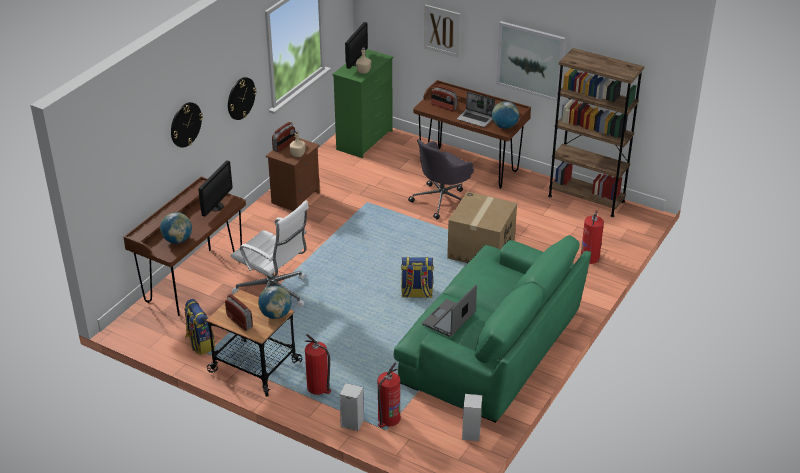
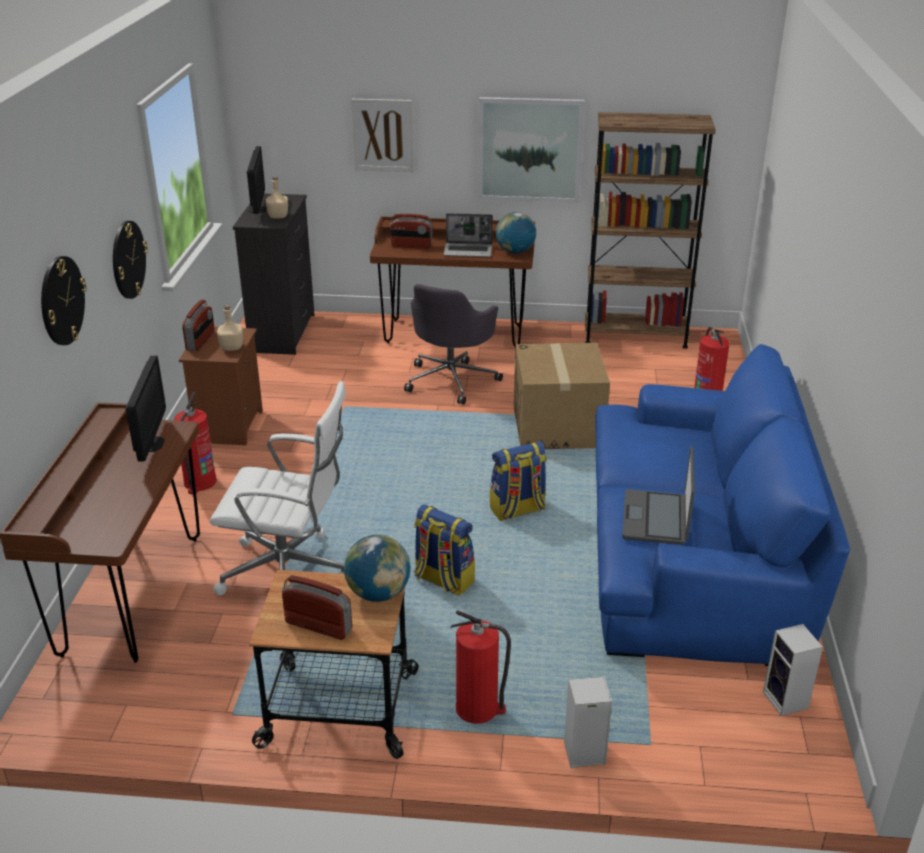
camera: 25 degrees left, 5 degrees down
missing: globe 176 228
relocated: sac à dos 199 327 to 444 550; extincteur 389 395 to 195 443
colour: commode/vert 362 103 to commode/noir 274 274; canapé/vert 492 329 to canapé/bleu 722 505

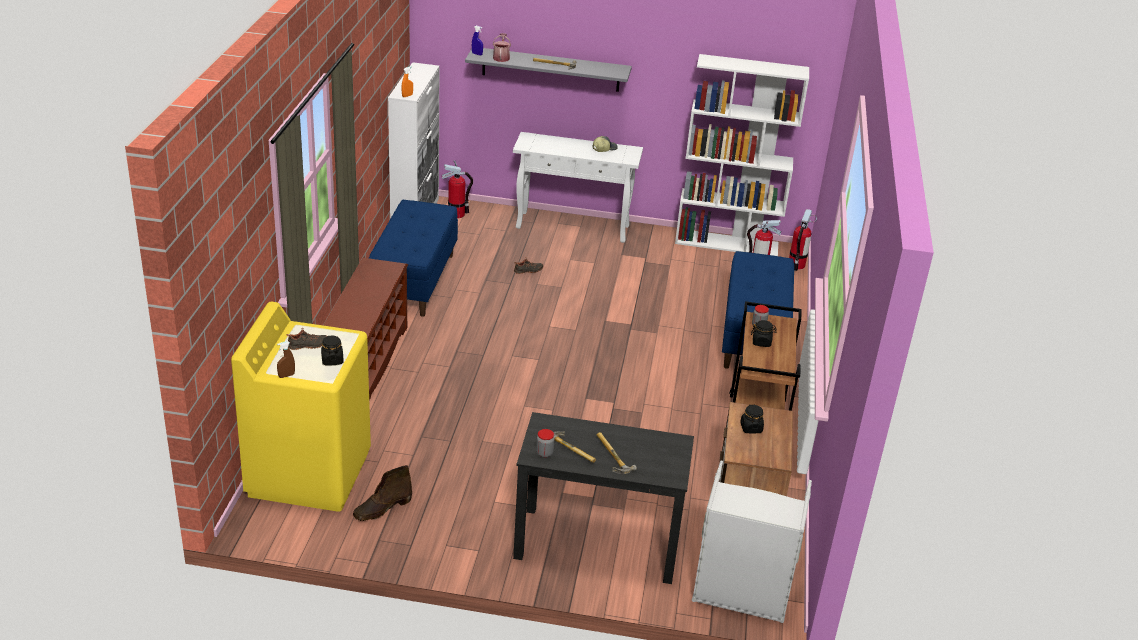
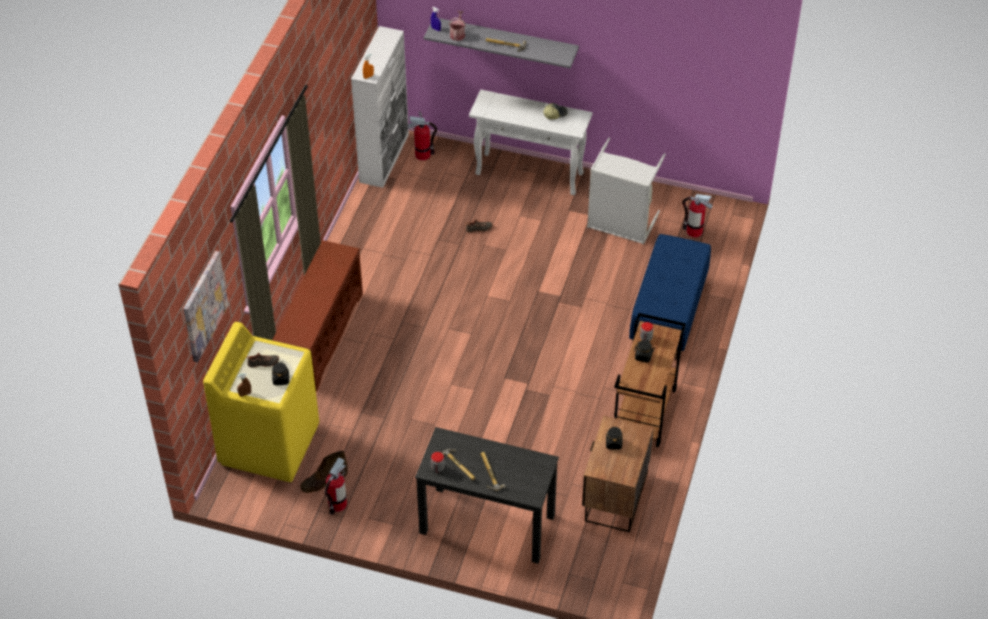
camera: 10 degrees right, 15 degrees up
missing: bibliothèque/blanc 742 155; banc/bleu 413 258
appeared: tableau 206 306
relocated: extincteur 803 240 to 335 485; panier à linge/gris 752 541 to 626 191

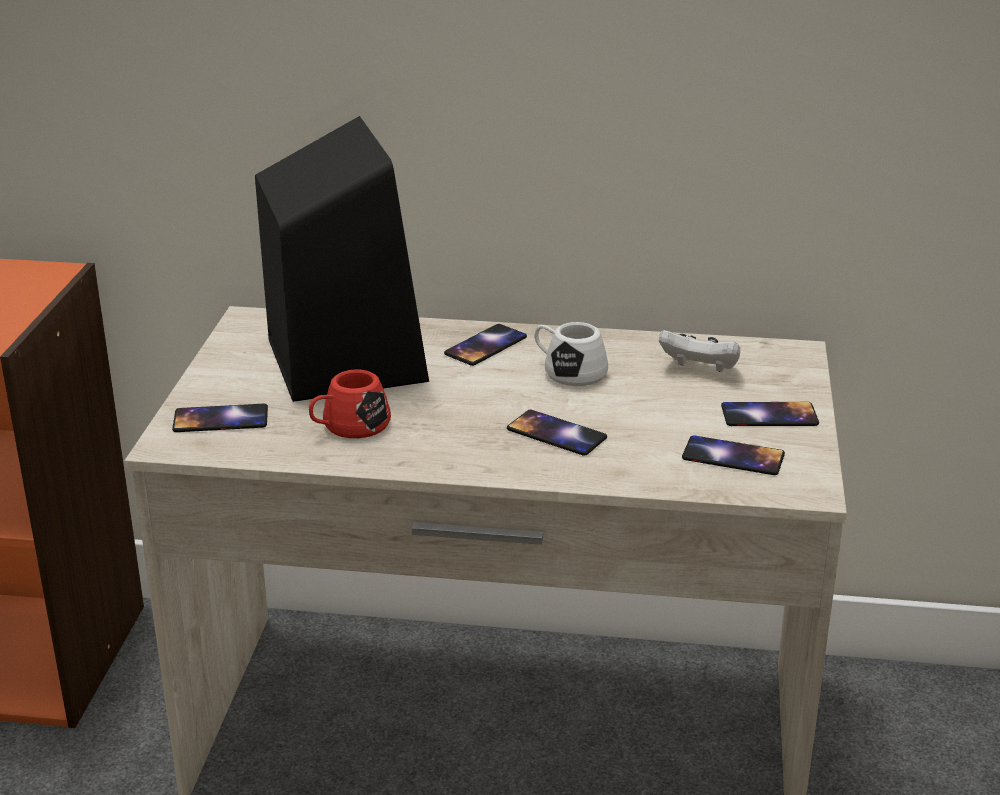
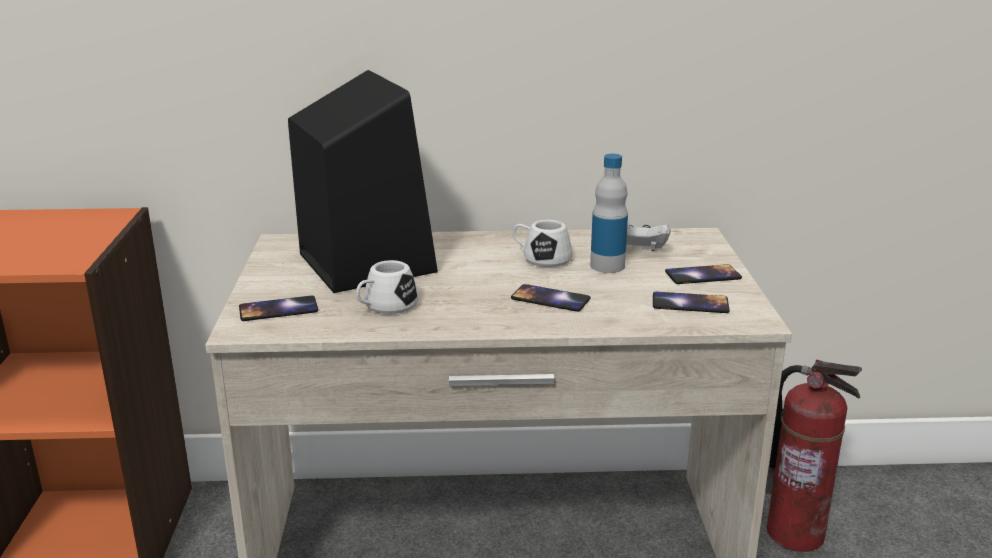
camera: 10 degrees left, 5 degrees down
missing: téléphone 485 345
appeared: bouteille 609 213; extincteur 813 456
colour: mug/rouge 350 404 to mug/blanc 387 287

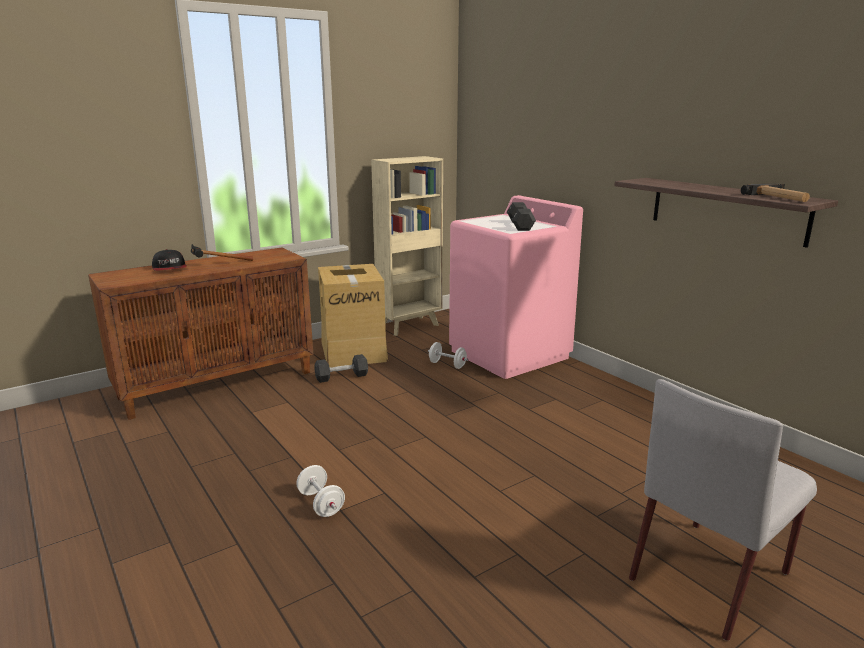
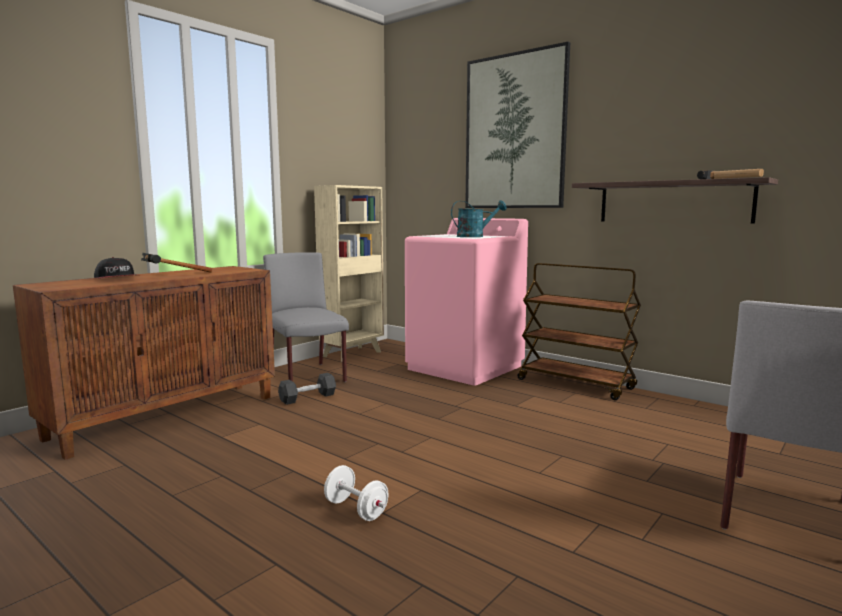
camera: 15 degrees left, 10 degrees down
missing: haltère/blanc 448 355
appeared: tableau 517 125; chariot/marron 579 331
exchanged: haltère/noir 521 216 to arrosoir/turquoise 479 218; carton 353 316 to chaise/gris 306 317

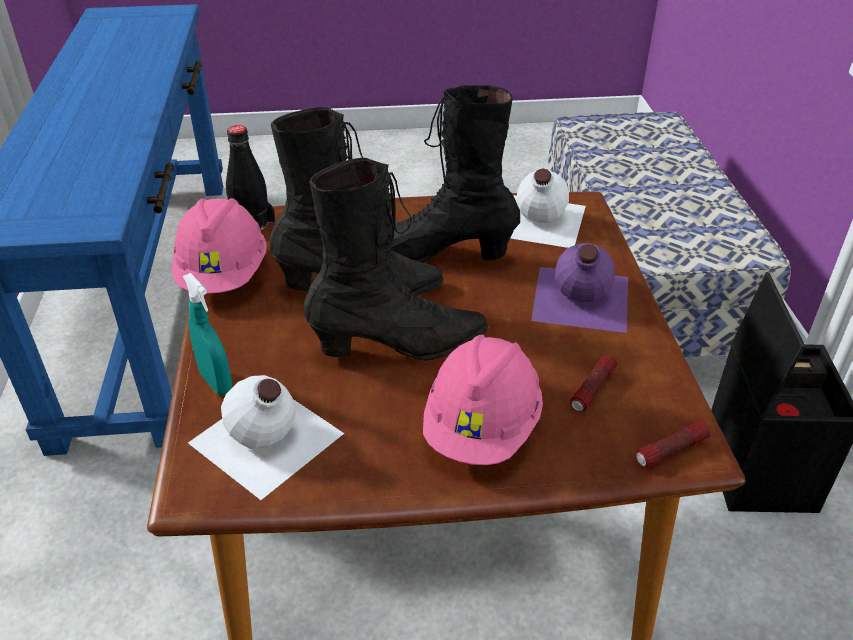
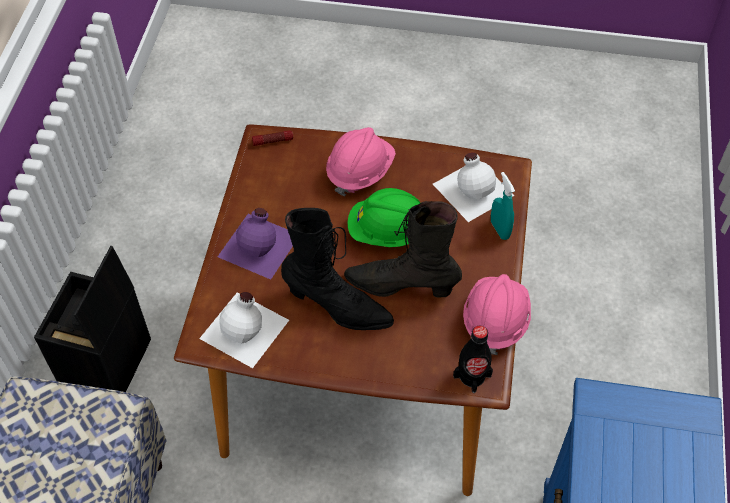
camera: 165 degrees left, 15 degrees up
missing: lampe de poche 593 383
exchanged: botte/noir 396 259 to casque de chantier/vert 384 217

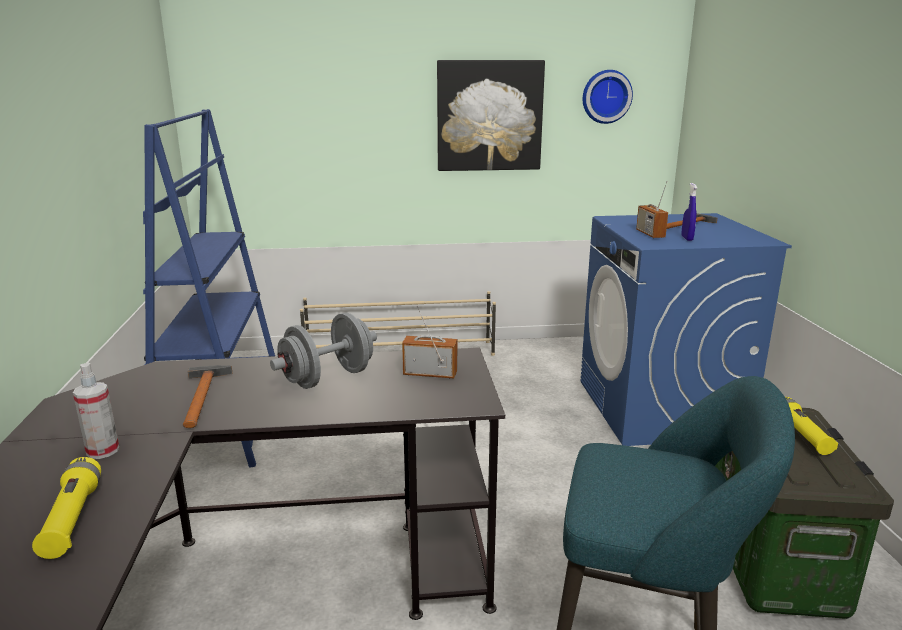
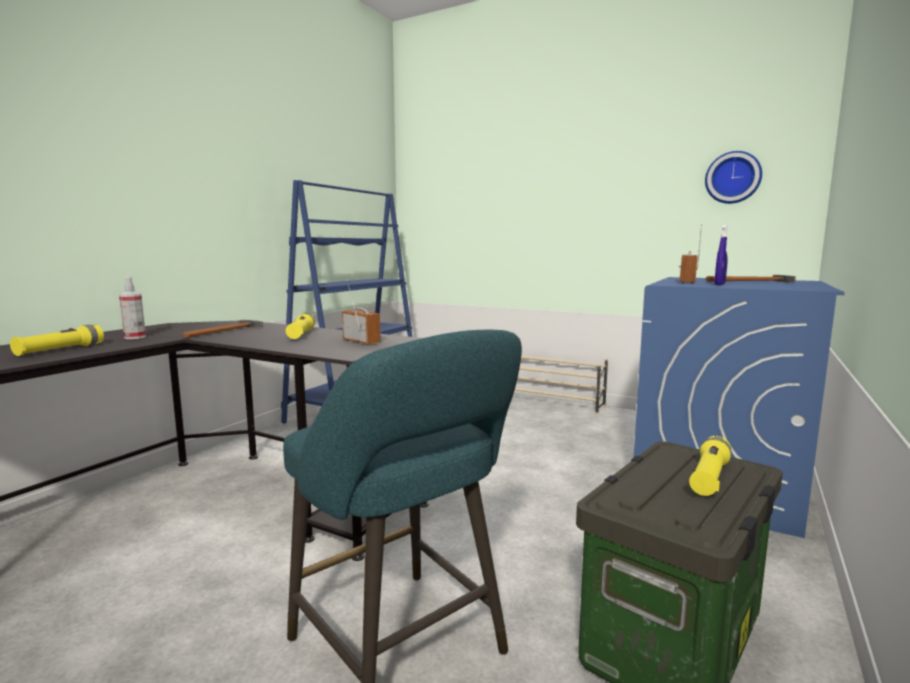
camera: 35 degrees right, 10 degrees down
missing: tableau 491 115
exchanged: haltère/gris 323 351 to lampe de poche/jaune 300 326

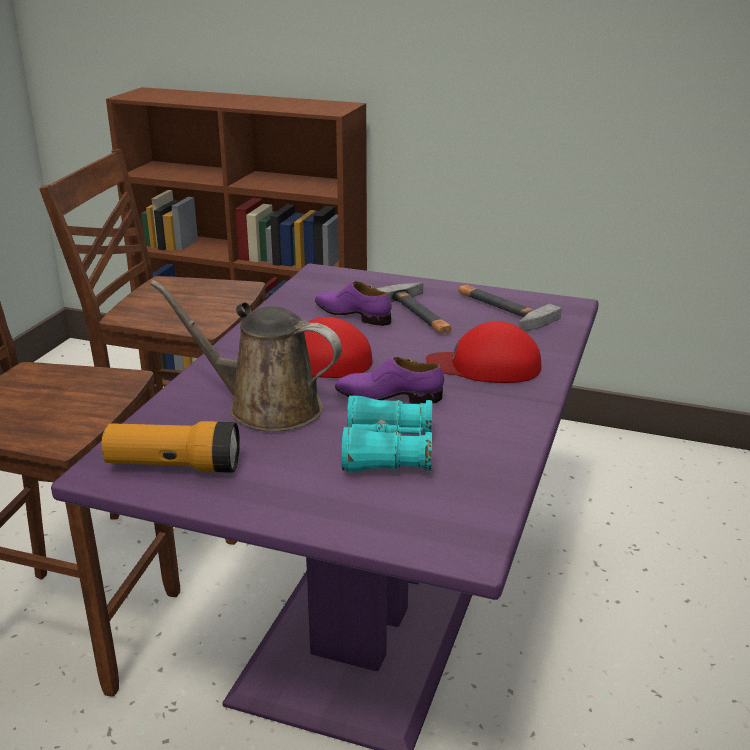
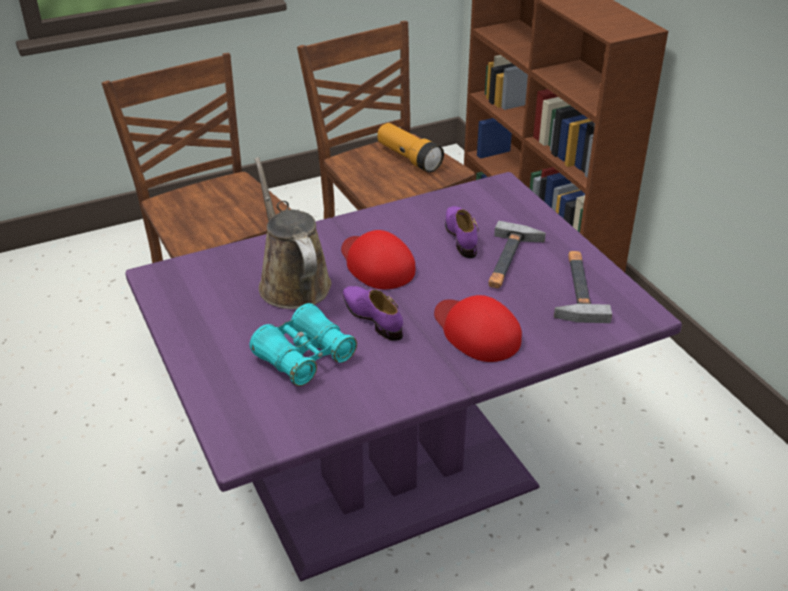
camera: 45 degrees right, 10 degrees up
relocated: lampe de poche 171 446 to 410 148

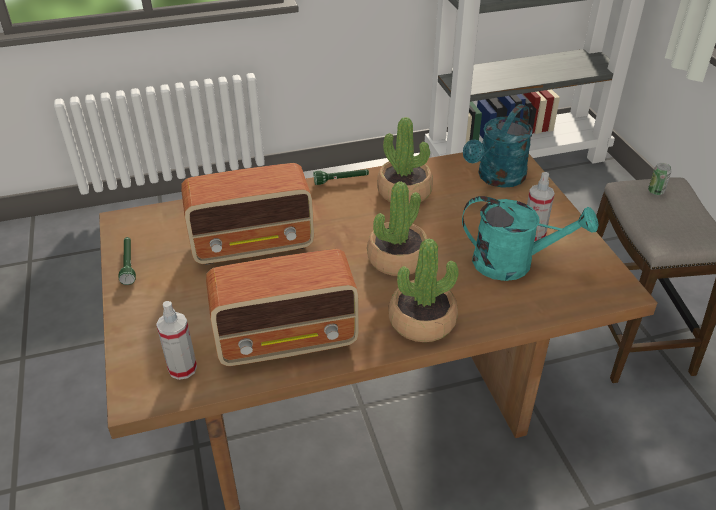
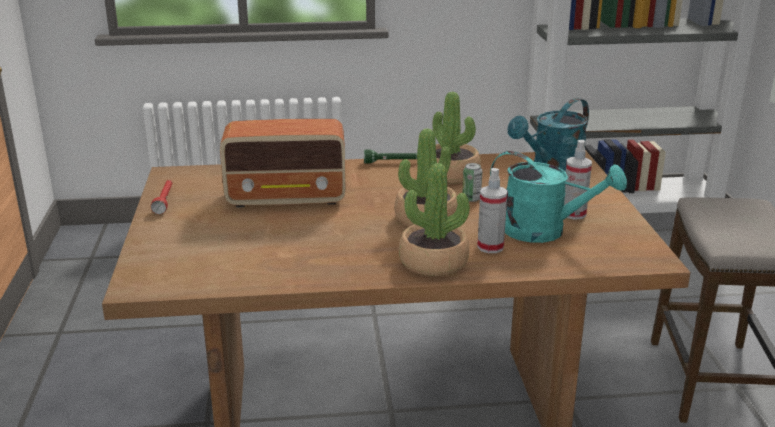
camera: 10 degrees right, 15 degrees down
missing: radio 282 307
relocated: boîte métallique 659 179 to 472 182; vaporisateur 176 340 to 492 210
colour: lampe de poche/vert 127 261 to lampe de poche/rouge 161 197

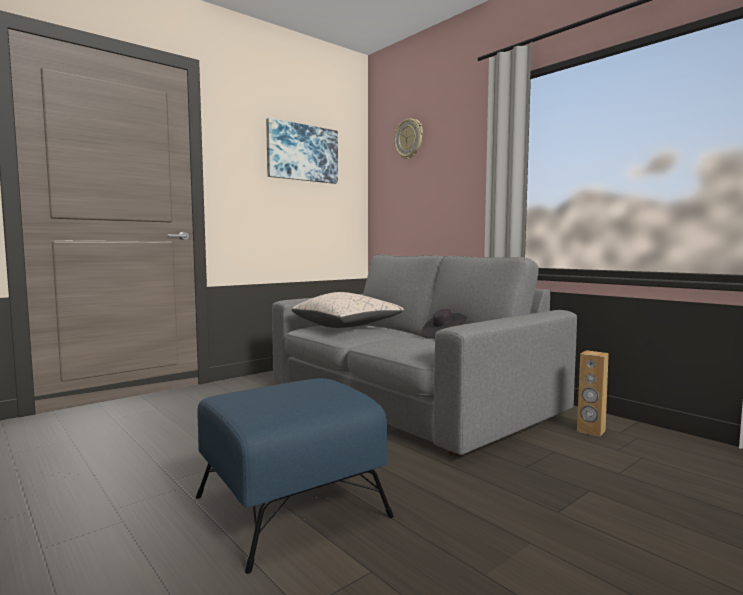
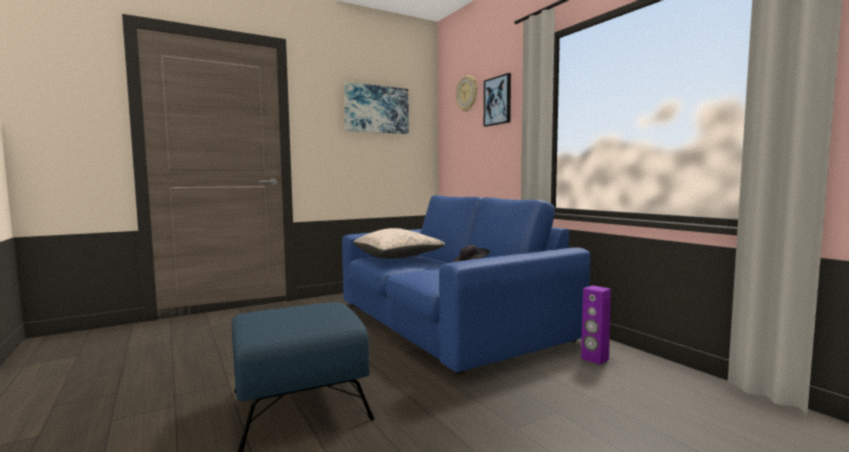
camera: 10 degrees right, 0 degrees up
appeared: tableau 497 100
colour: canapé/gris 424 356 to canapé/bleu 466 284; enceinte/marron 593 393 to enceinte/violet 596 325

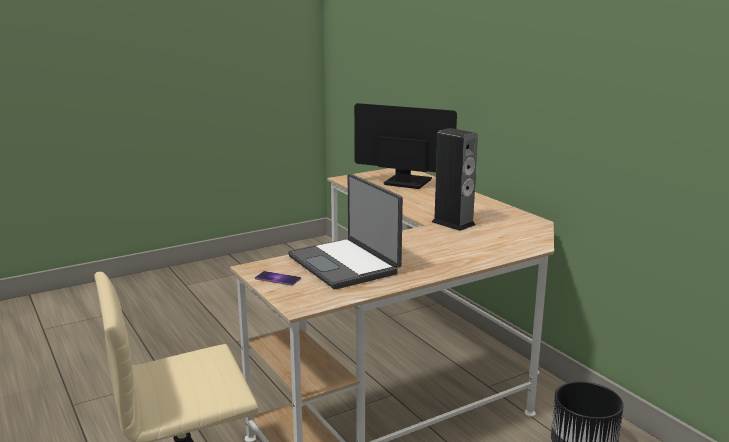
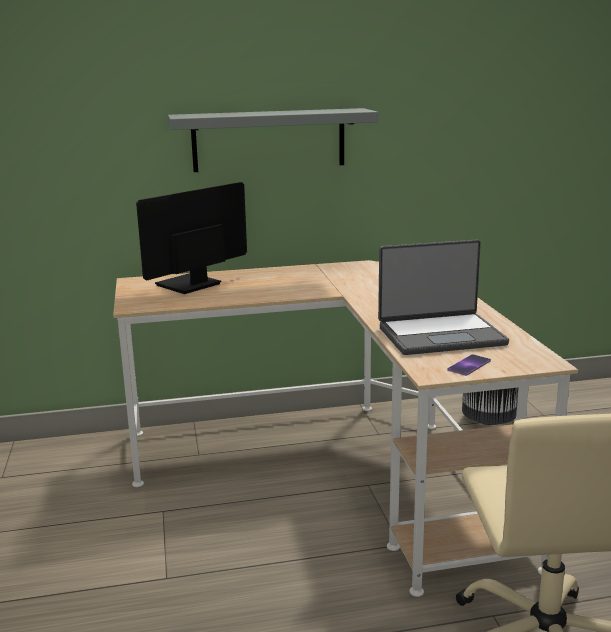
camera: 70 degrees left, 0 degrees up
missing: enceinte 455 179
appeared: étagère/gris 273 140

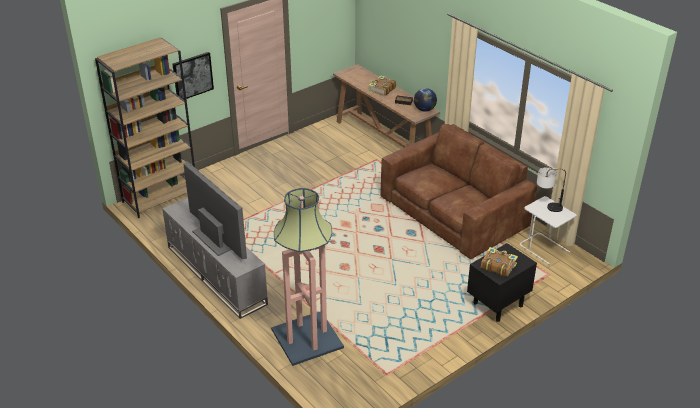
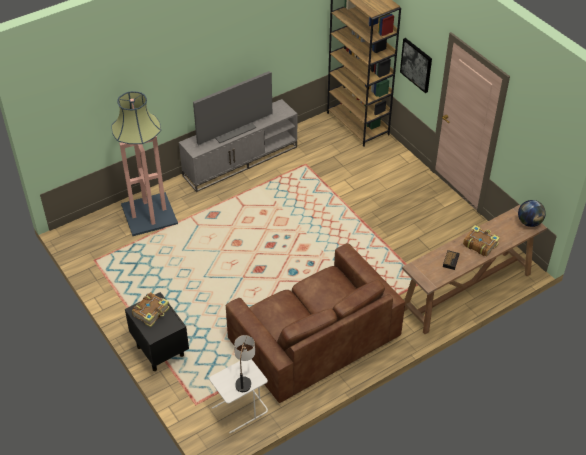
camera: 95 degrees right, 10 degrees up
relocated: globe 425 100 to 532 213

